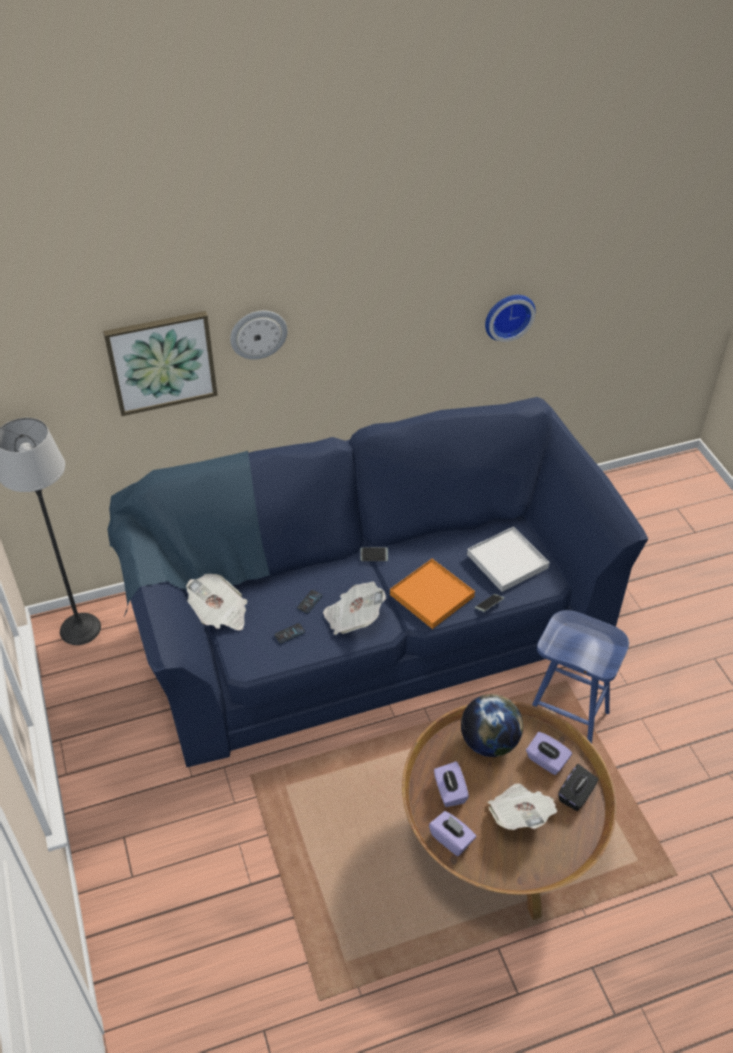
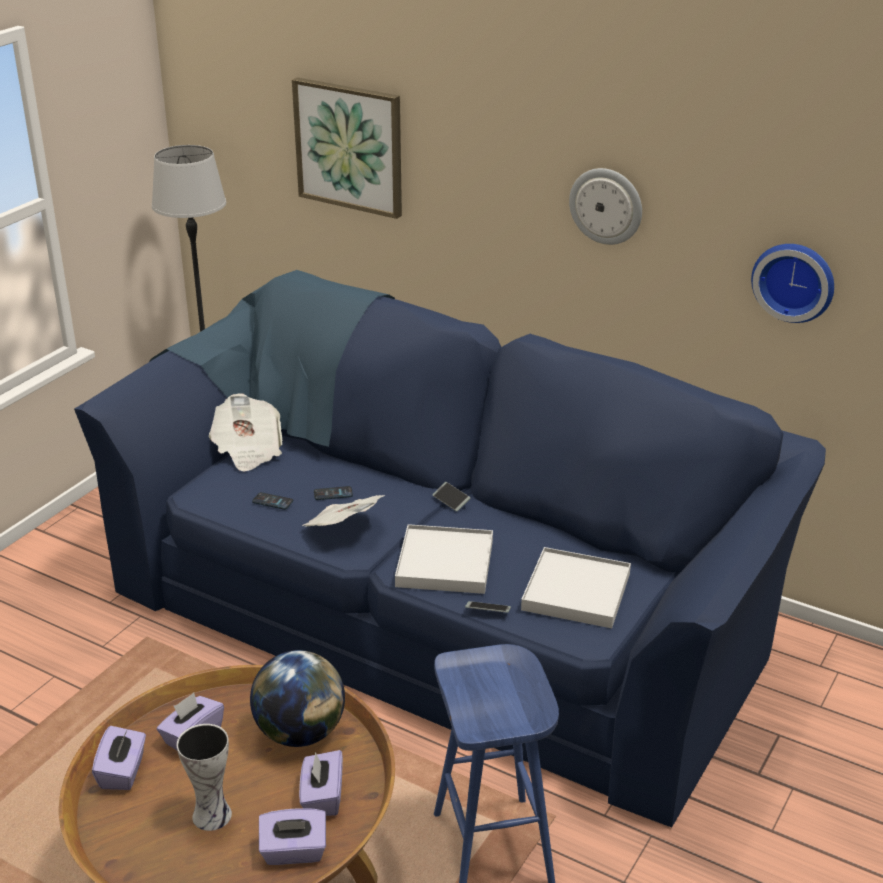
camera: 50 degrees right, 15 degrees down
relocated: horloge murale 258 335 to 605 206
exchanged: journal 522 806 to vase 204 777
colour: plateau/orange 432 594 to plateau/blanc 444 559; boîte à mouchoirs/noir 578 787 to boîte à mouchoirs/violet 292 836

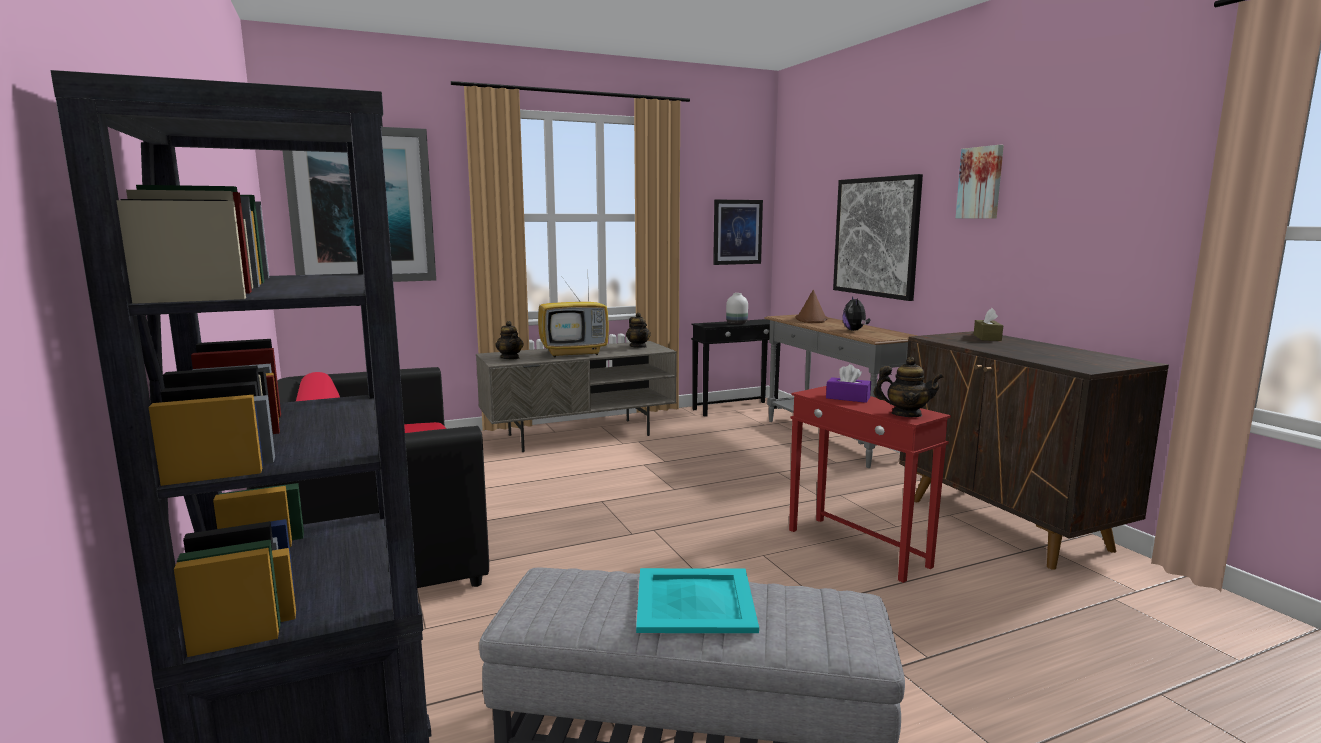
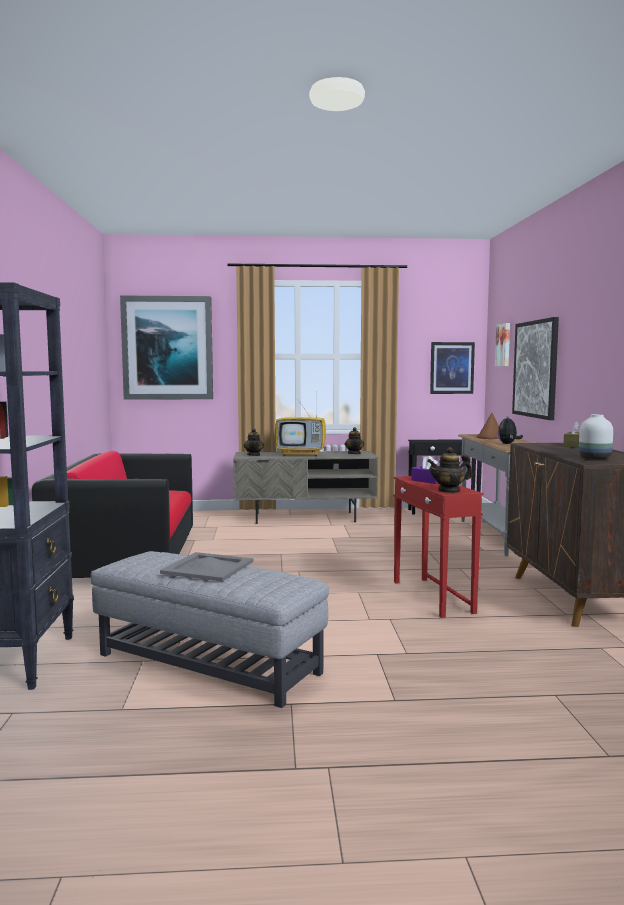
camera: 20 degrees right, 5 degrees down
relocated: tableau 980 182 to 502 344; vase/blanc 737 309 to 596 436
colour: plateau/turquoise 697 600 to plateau/gris 206 566
spun: théière 909 387 = 450 470 135 degrees clockwise

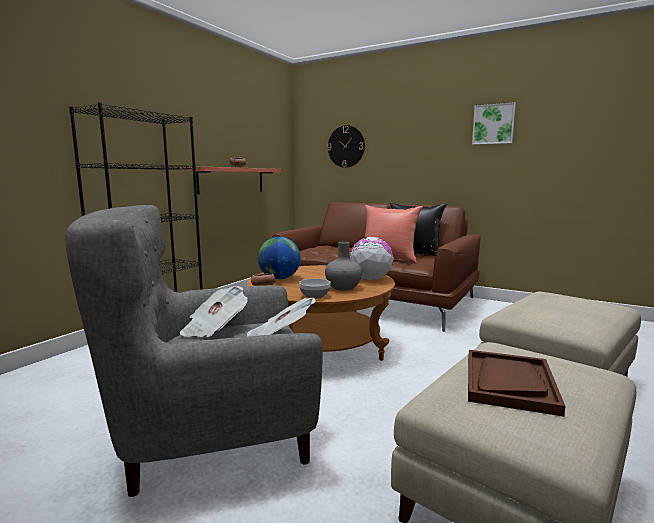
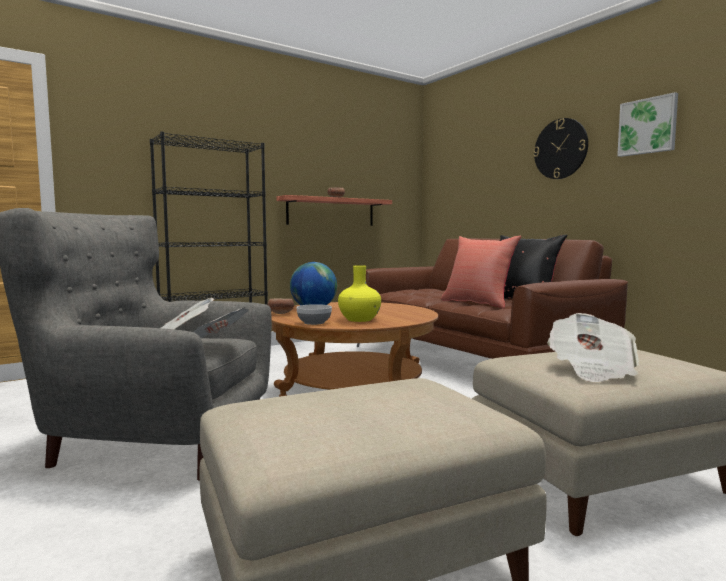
camera: 25 degrees right, 5 degrees down
missing: globe 372 258; plateau/marron 516 383
appeared: journal 593 347
relocated: horloge murale 346 146 to 560 148
colour: vase/gris 343 266 to vase/jaune 359 293

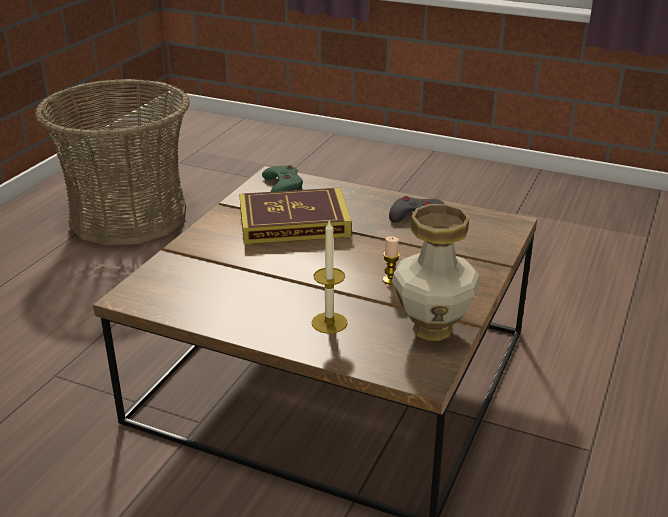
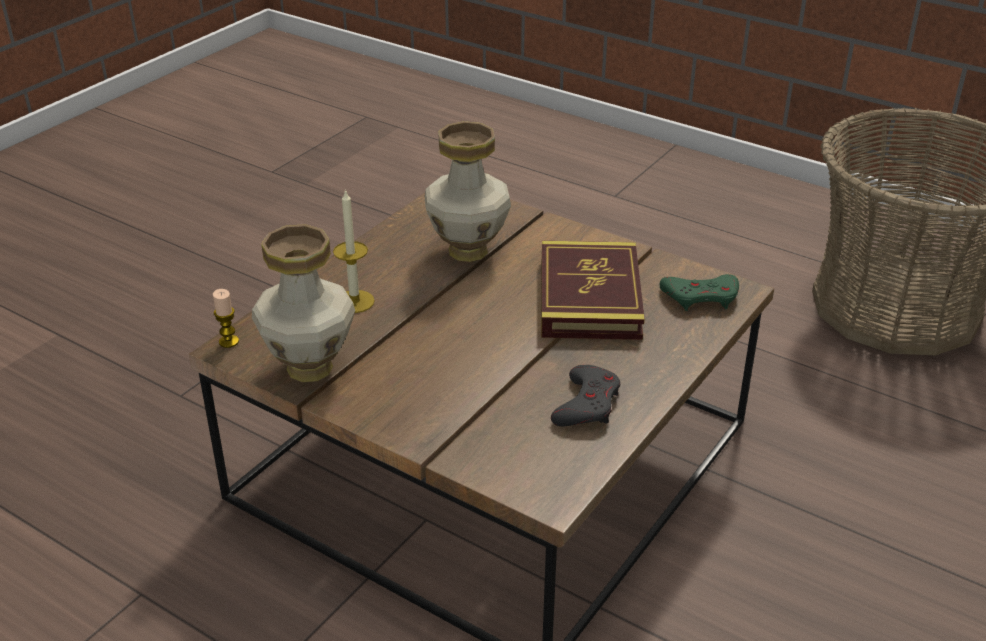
camera: 100 degrees right, 5 degrees up
appeared: vase 467 191
relocated: bougie 391 260 to 226 318

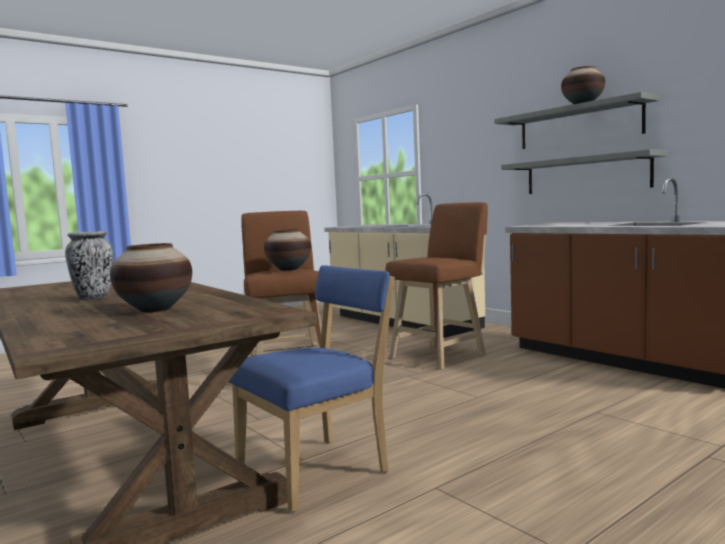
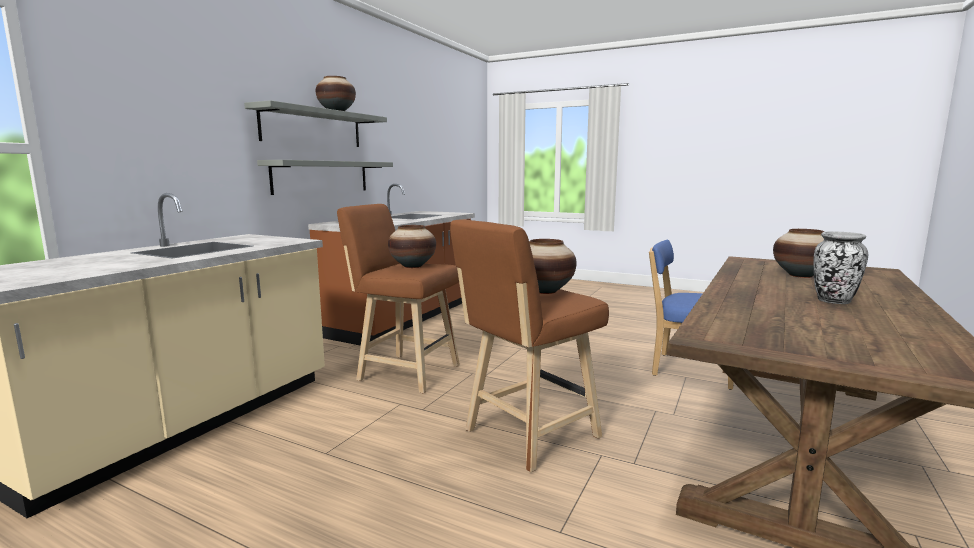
camera: 115 degrees left, 5 degrees up
appeared: vase 412 246

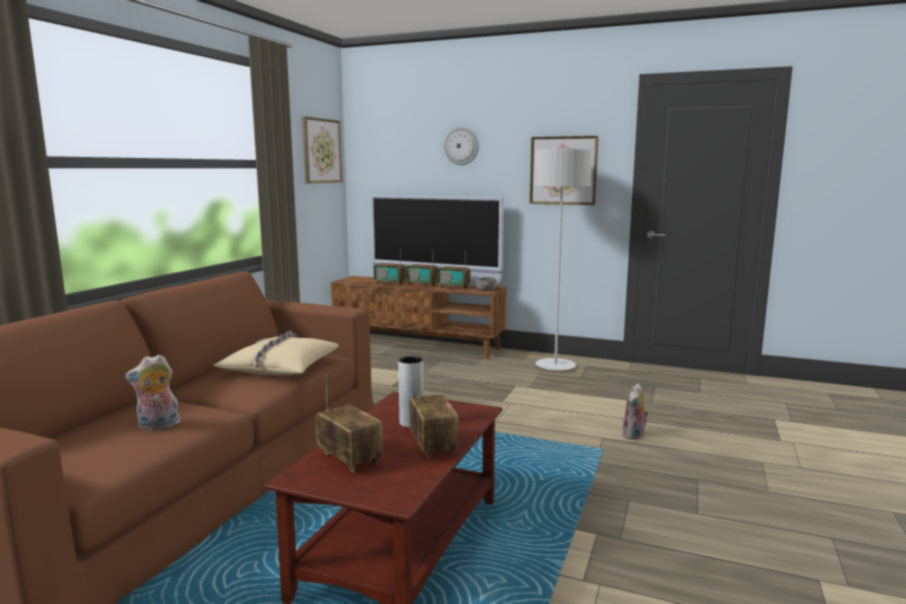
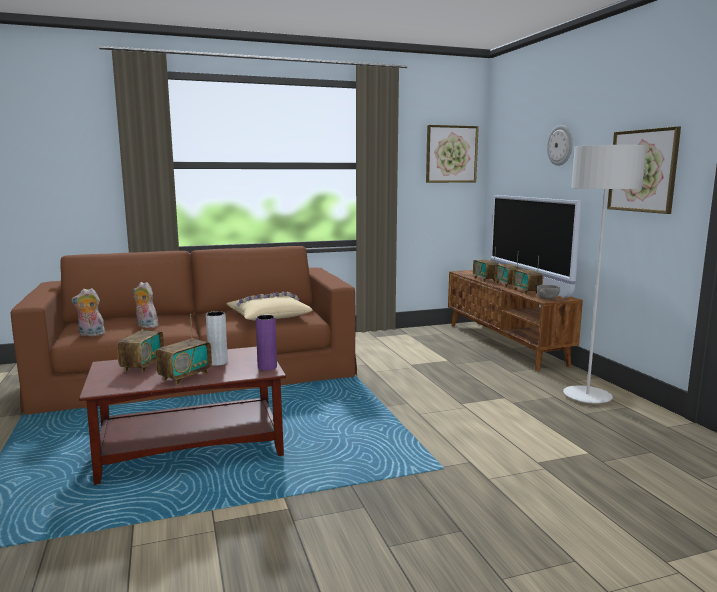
camera: 50 degrees right, 0 degrees up
appeared: vase/violet 266 343
relocated: peluche 635 412 to 88 312

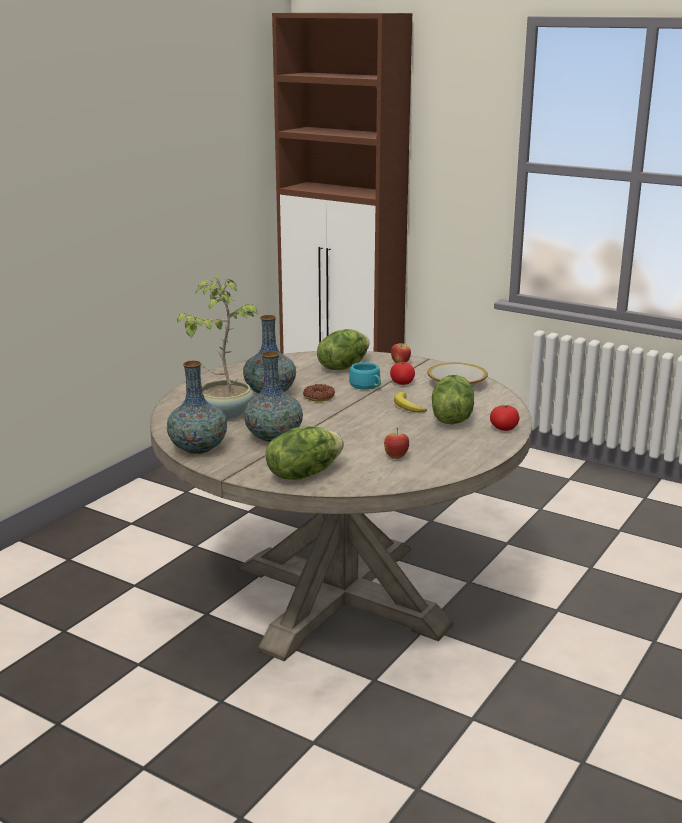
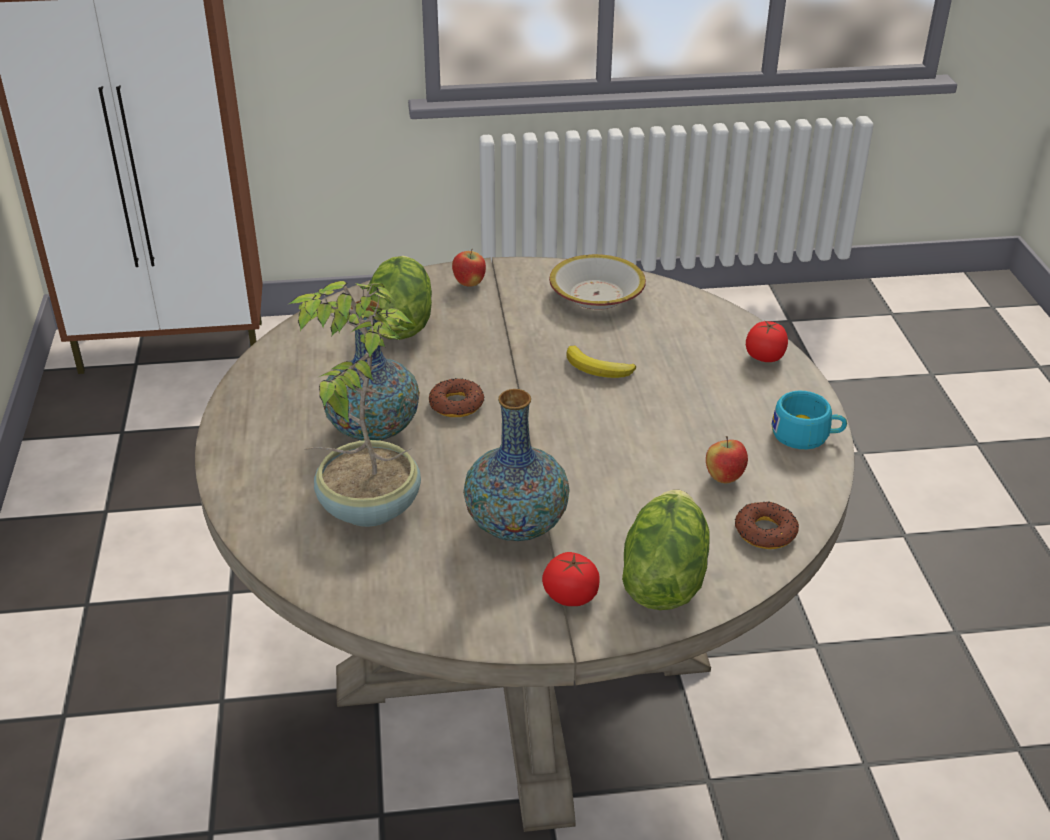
camera: 40 degrees left, 15 degrees up
missing: vase 197 407; laitue 453 399
appeared: beignet 767 525
relocated: tasse/turquoise 365 376 to 809 420; tomate 402 373 to 571 579

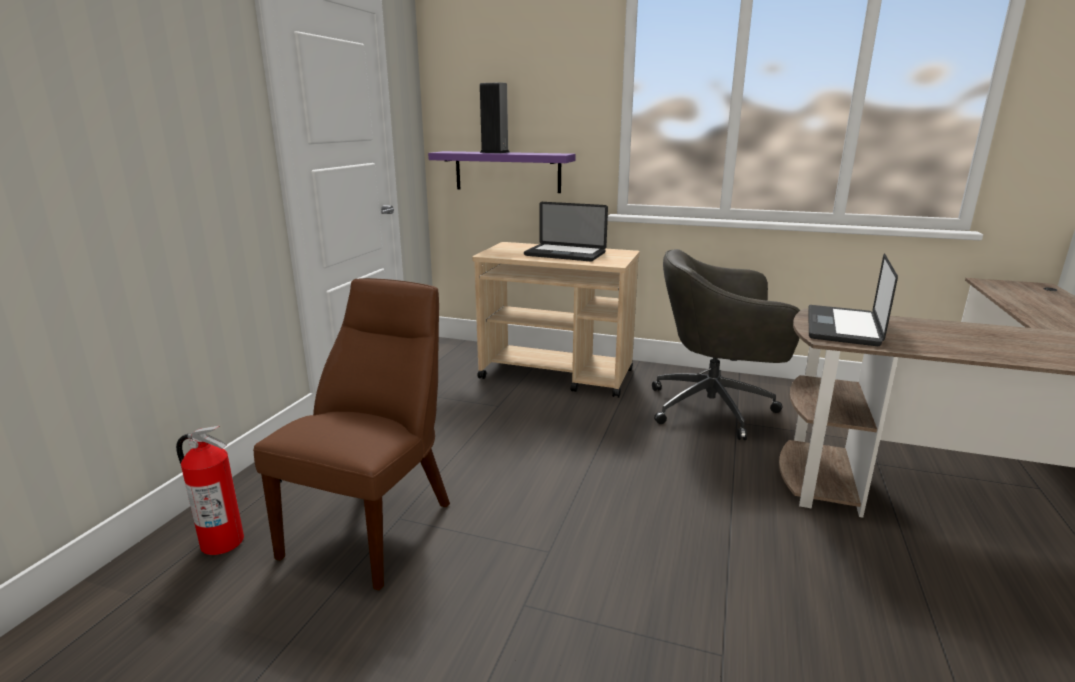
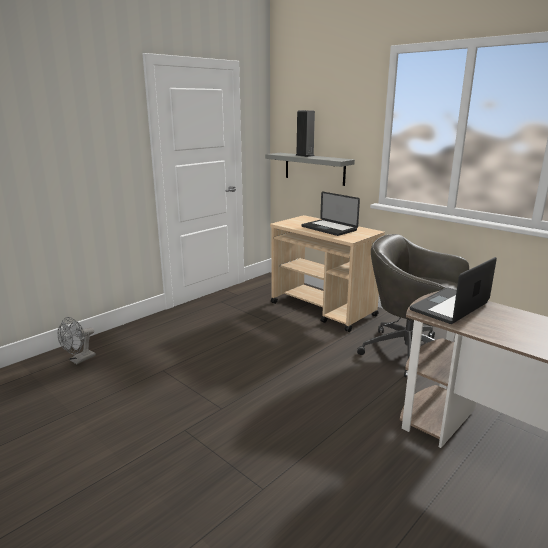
camera: 25 degrees right, 0 degrees up
missing: chaise/marron 351 434
exchanged: extincteur 210 490 to ventilateur/gris 77 340
colour: étagère/violet 502 172 to étagère/gris 310 169

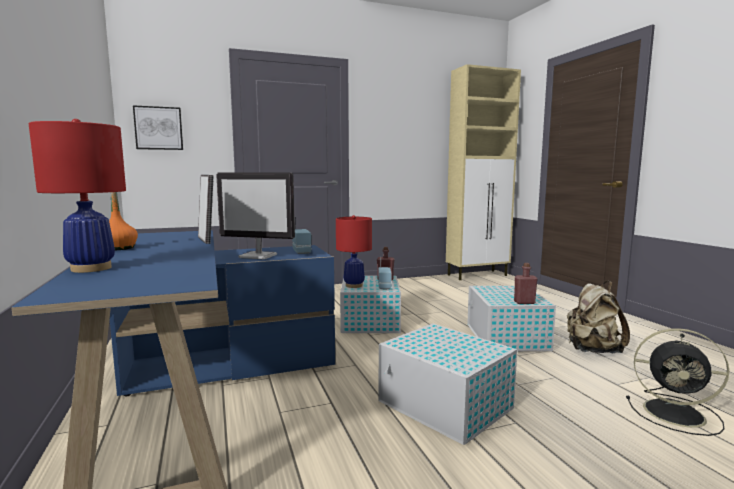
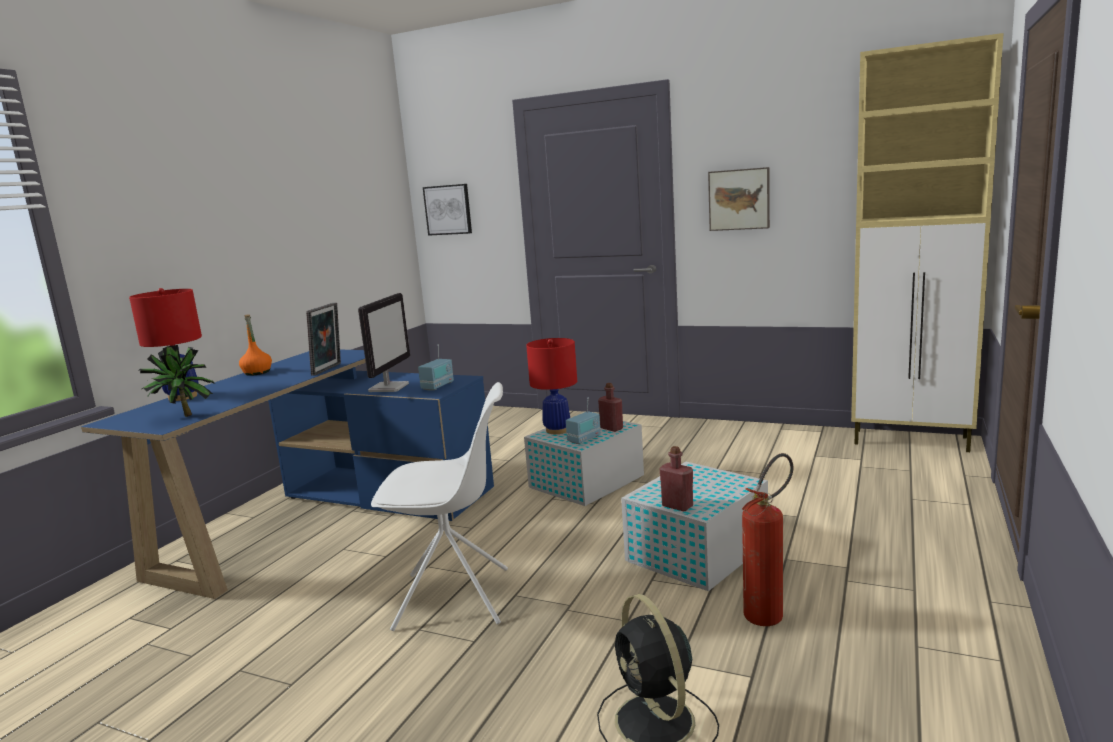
camera: 45 degrees right, 5 degrees up
appeared: tableau 739 199; plante en pot 176 381
exchanged: sac à dos/beige 598 317 to extincteur 767 539; boîte de rangement/blanc 448 384 to chaise/blanc 439 506
spun: écran d'ordinateur 255 216 = 384 342 135 degrees counterclockwise

